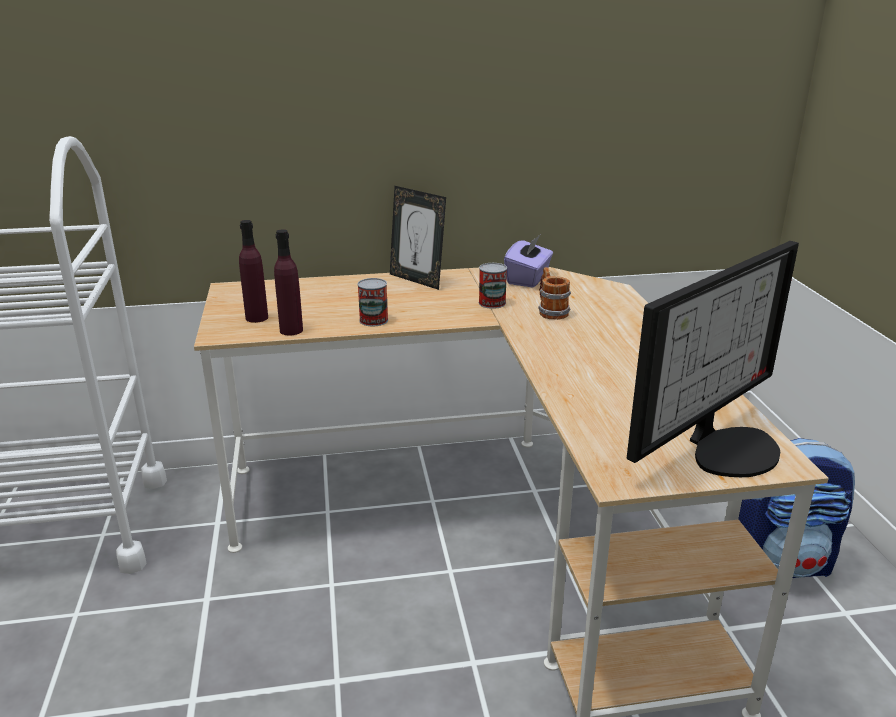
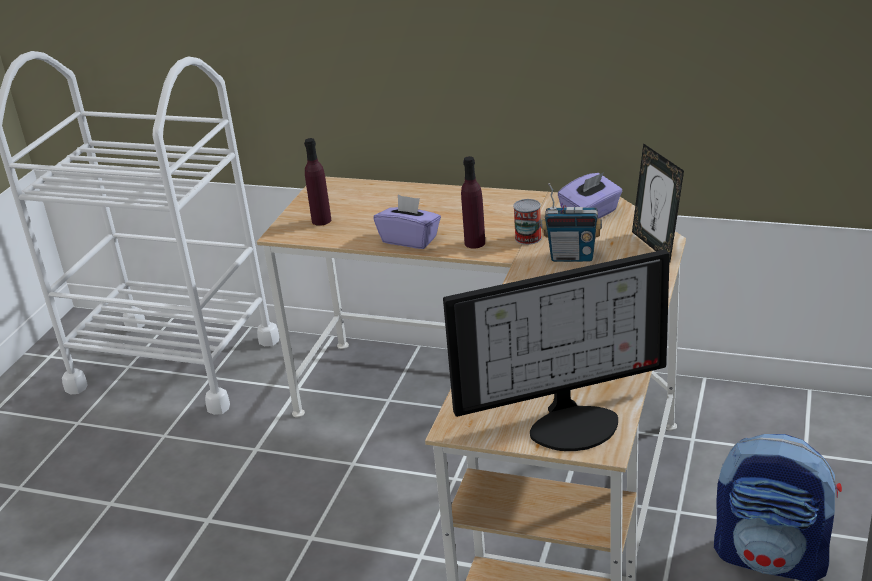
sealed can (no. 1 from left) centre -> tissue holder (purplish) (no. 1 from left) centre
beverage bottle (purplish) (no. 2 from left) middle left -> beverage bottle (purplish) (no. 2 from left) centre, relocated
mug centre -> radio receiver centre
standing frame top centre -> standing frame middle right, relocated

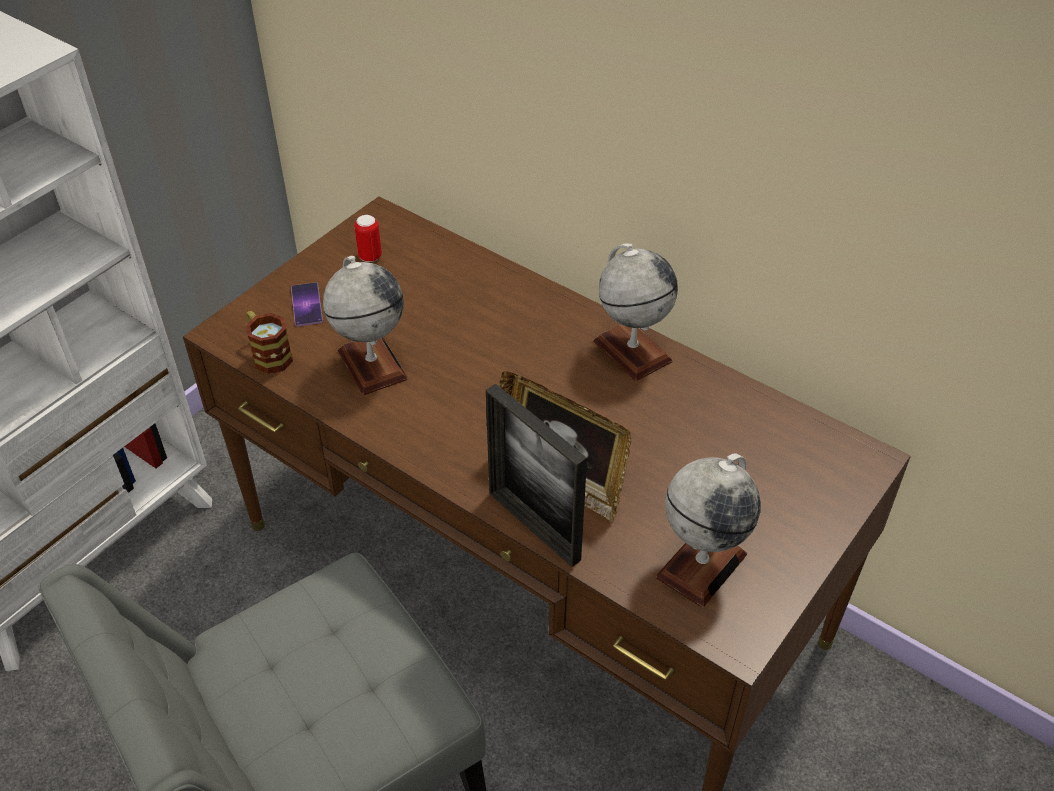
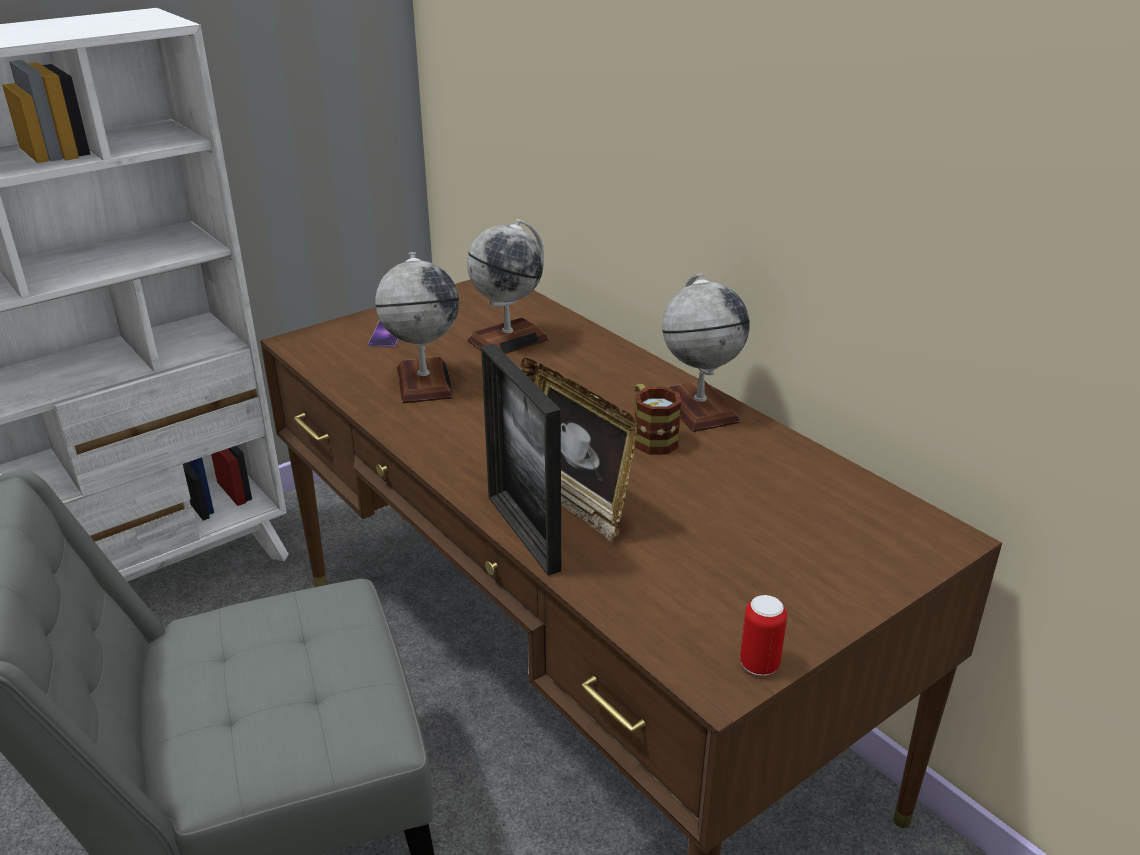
globe (no. 3 from left in the first image) bottom right -> globe (no. 2 from left) centre, relocated
mug middle left -> mug centre, relocated
sealed can top centre -> sealed can bottom right, relocated

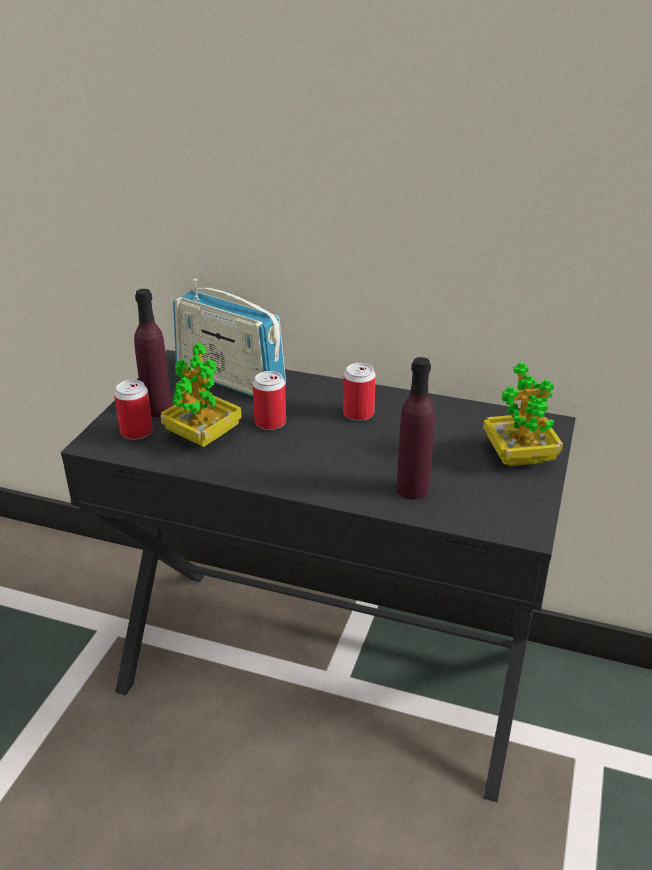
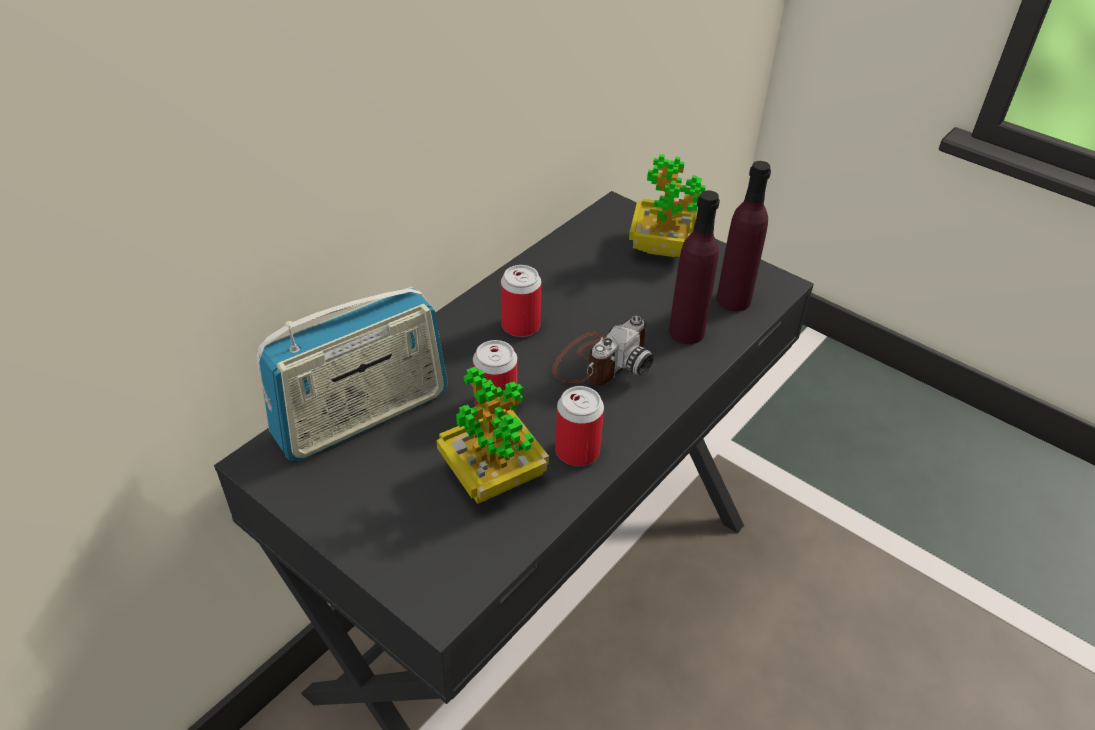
none -> still camera centre
sealed can (no. 1 from left in the first image) middle left -> sealed can (no. 3 from left) centre, relocated
beverage bottle (purplish) (no. 1 from left in the first image) middle left -> beverage bottle (purplish) (no. 2 from left) top right, relocated

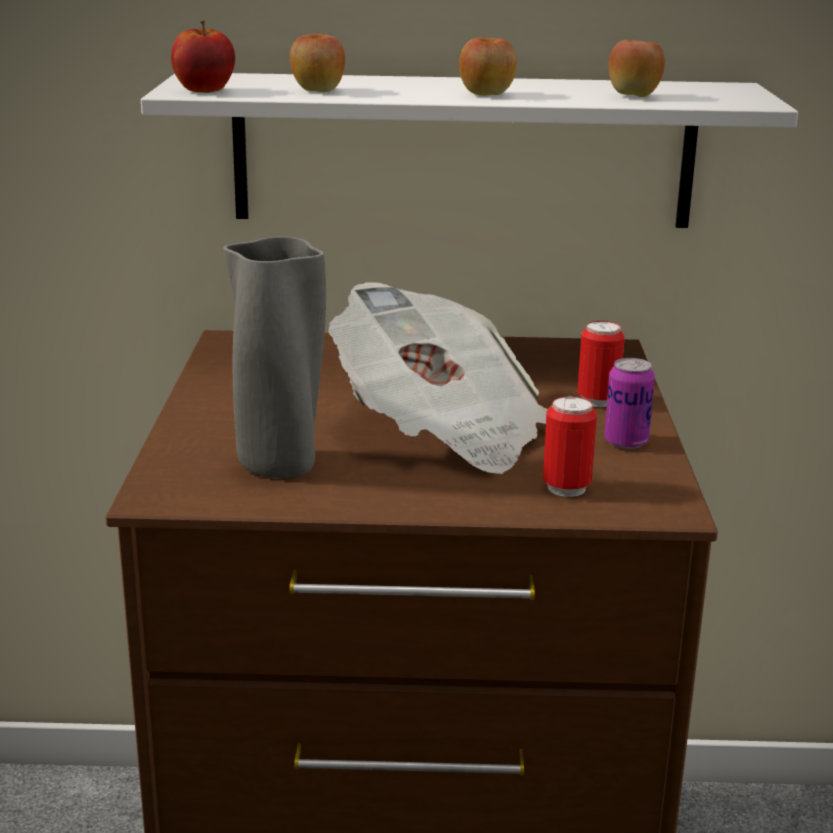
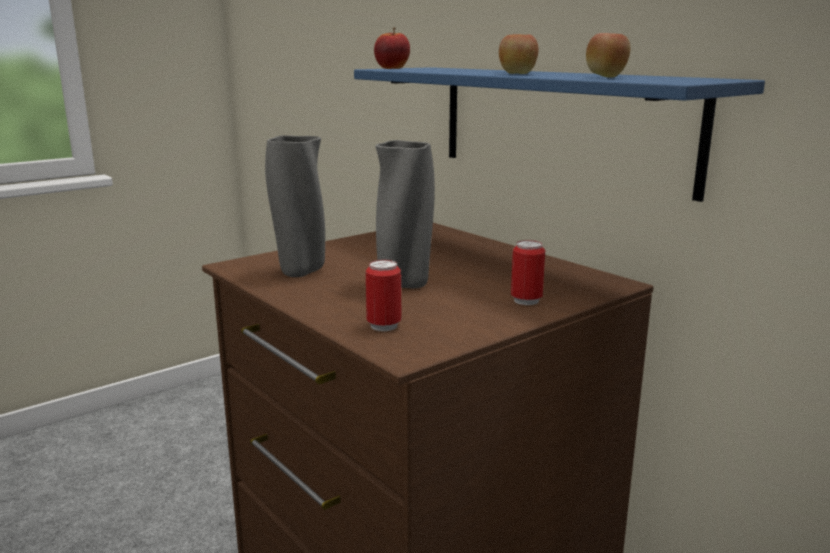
shelf (white-coloured) top centre -> shelf (bluish) top right
daily paper centre -> flower vase (gray) (no. 2 from left) centre
whole apple (no. 2 from left) top centre -> none
sealed can (no. 3 from left) middle right -> none

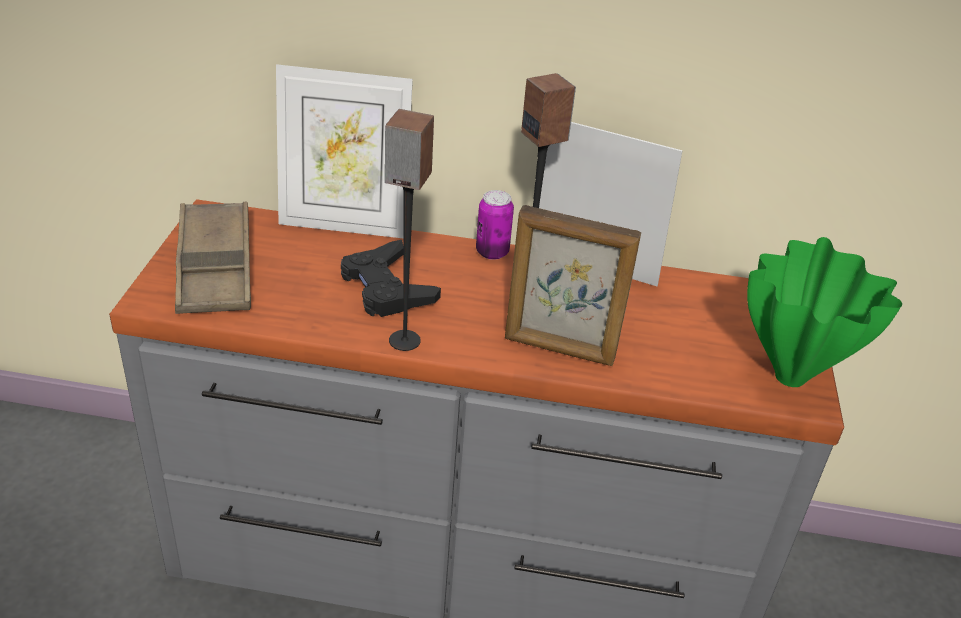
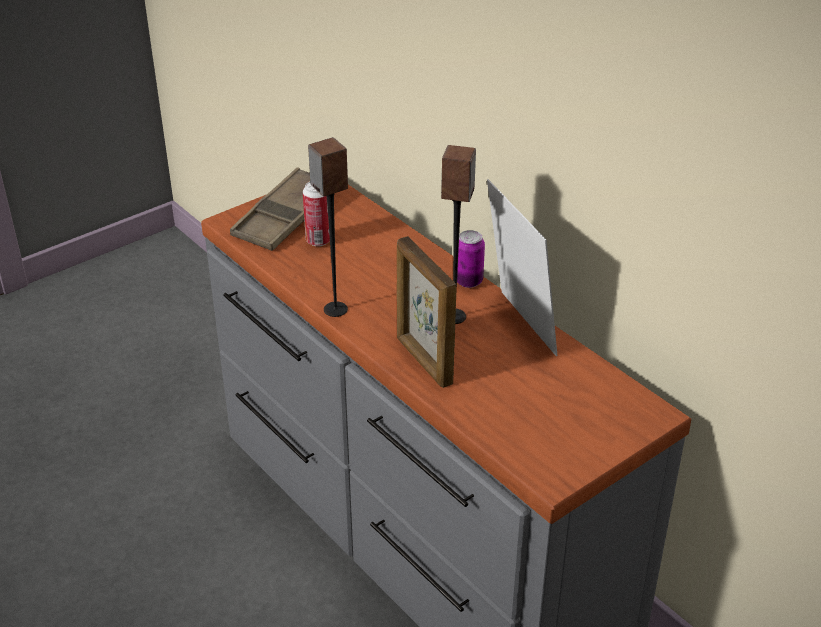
none -> sealed can (no. 1 from left) centre
standing frame (no. 1 from left) top centre -> none
gamepad (blackish) centre -> none
flower vase (greenish) middle right -> none

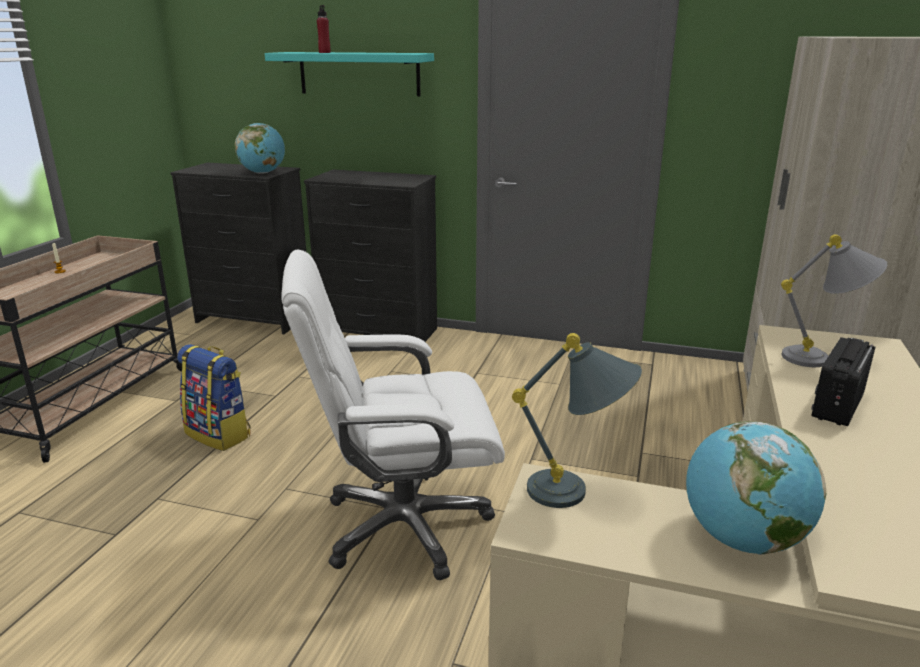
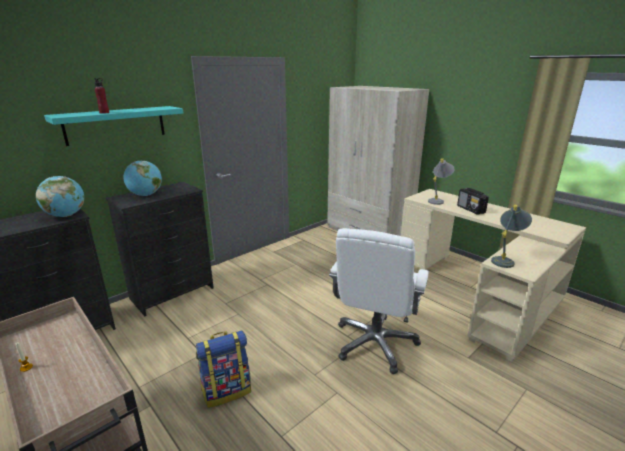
globe (no. 2 from left) bottom right -> globe (no. 2 from left) middle left, relocated

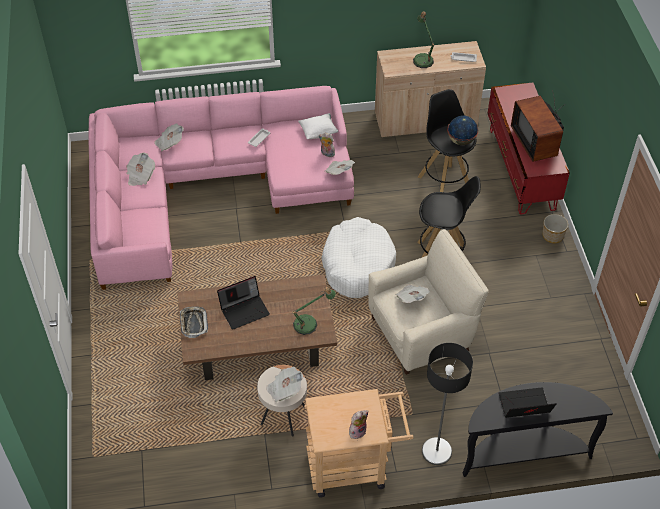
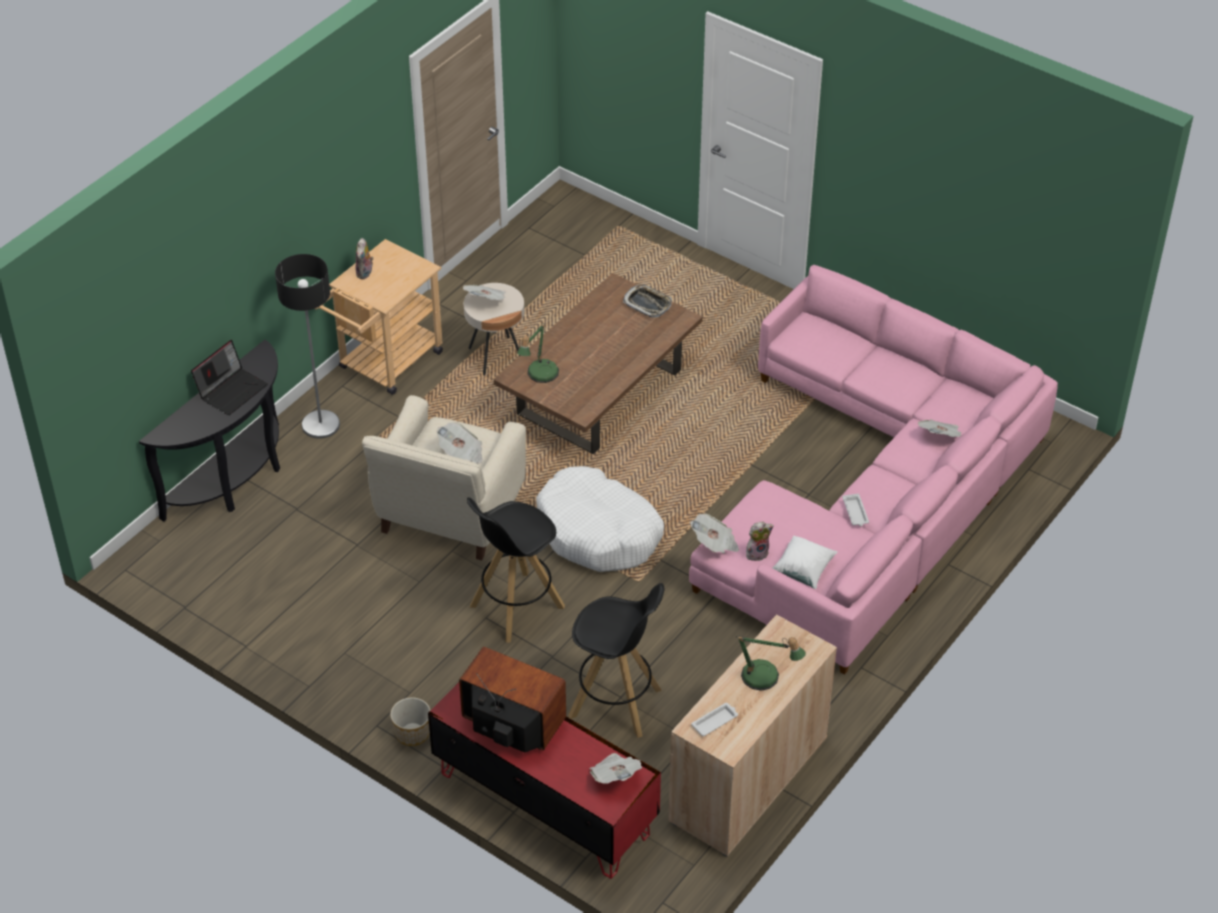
daily paper (no. 1 from left in the first image) top left -> daily paper (no. 3 from left) bottom centre, relocated
portable computer (no. 1 from left) centre -> none
globe top right -> none

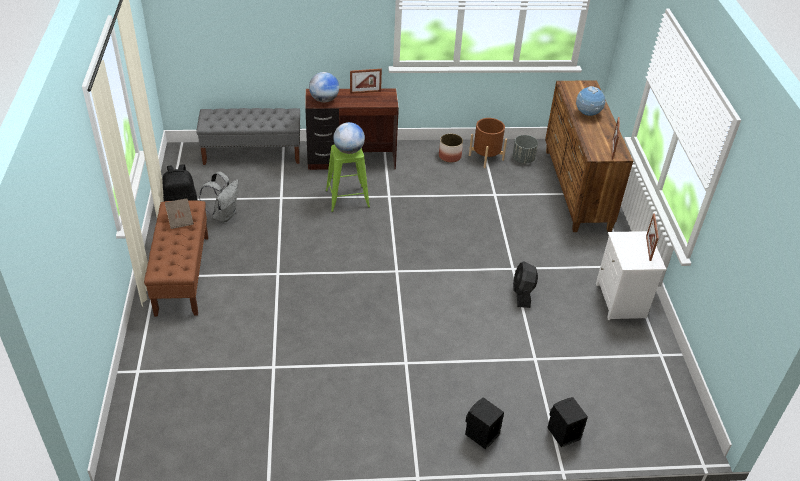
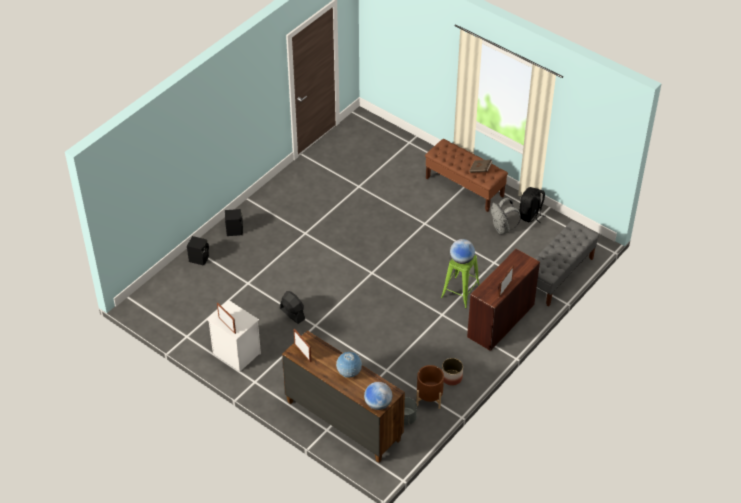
globe (no. 1 from left in the first image) top centre -> globe (no. 2 from left) bottom centre, relocated

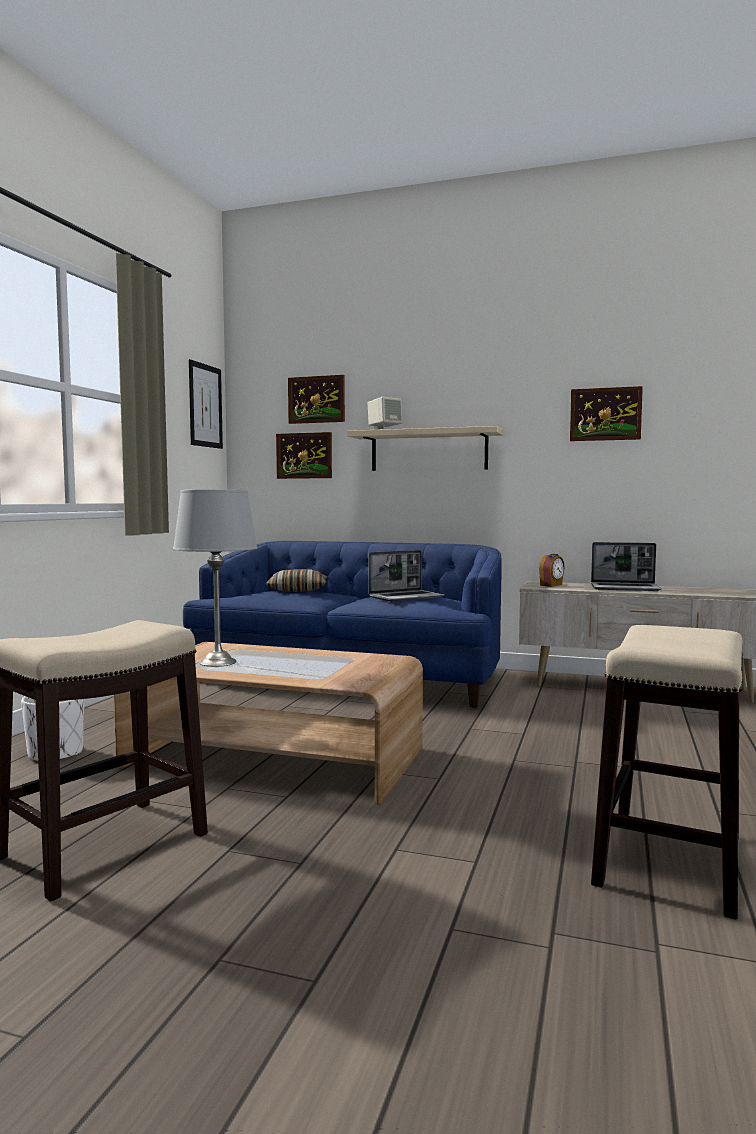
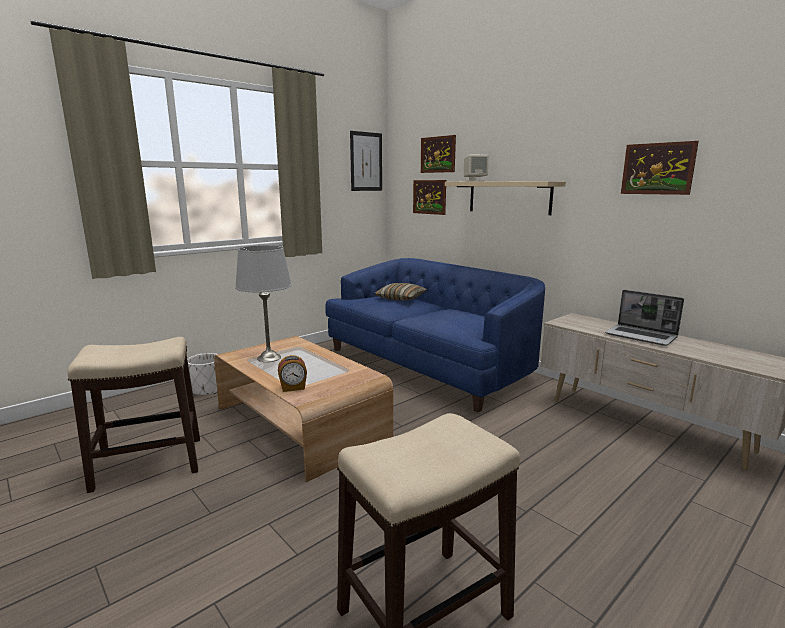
alarm clock middle right -> alarm clock centre, relocated
portable computer (no. 1 from left) centre -> none

